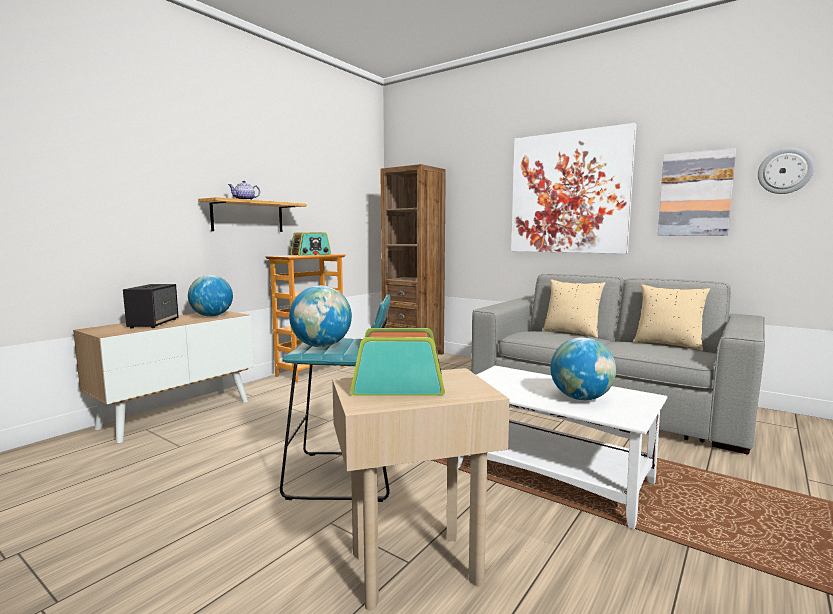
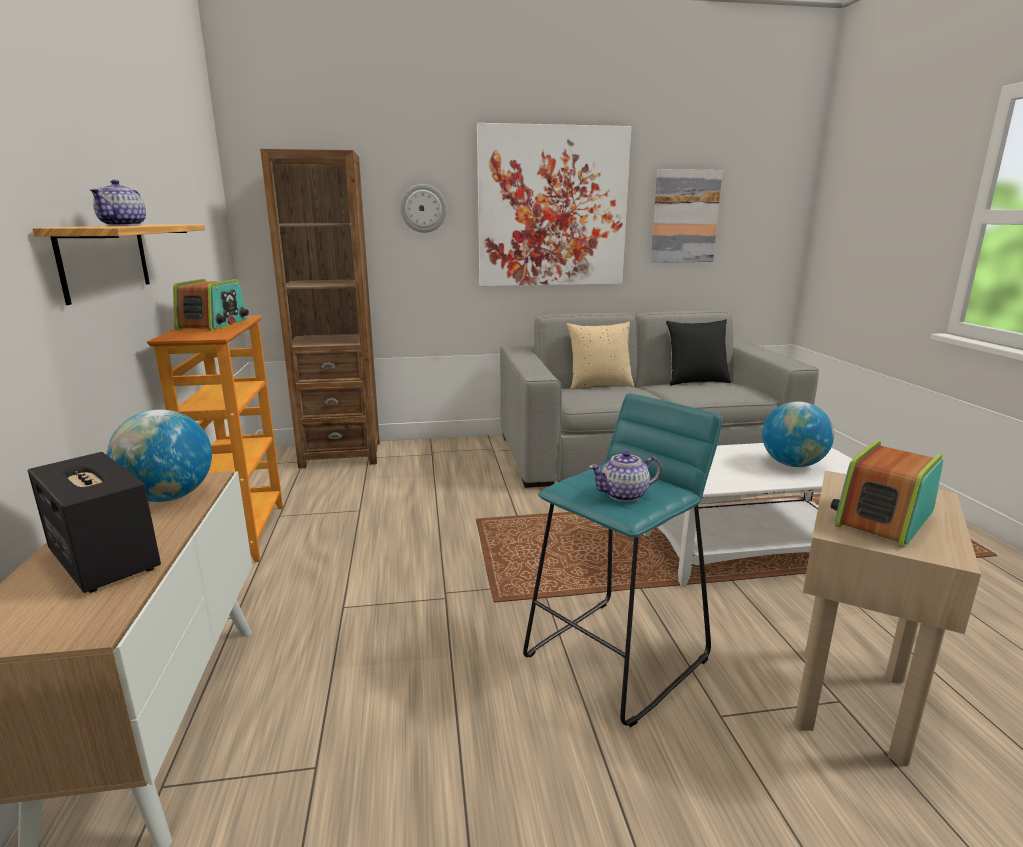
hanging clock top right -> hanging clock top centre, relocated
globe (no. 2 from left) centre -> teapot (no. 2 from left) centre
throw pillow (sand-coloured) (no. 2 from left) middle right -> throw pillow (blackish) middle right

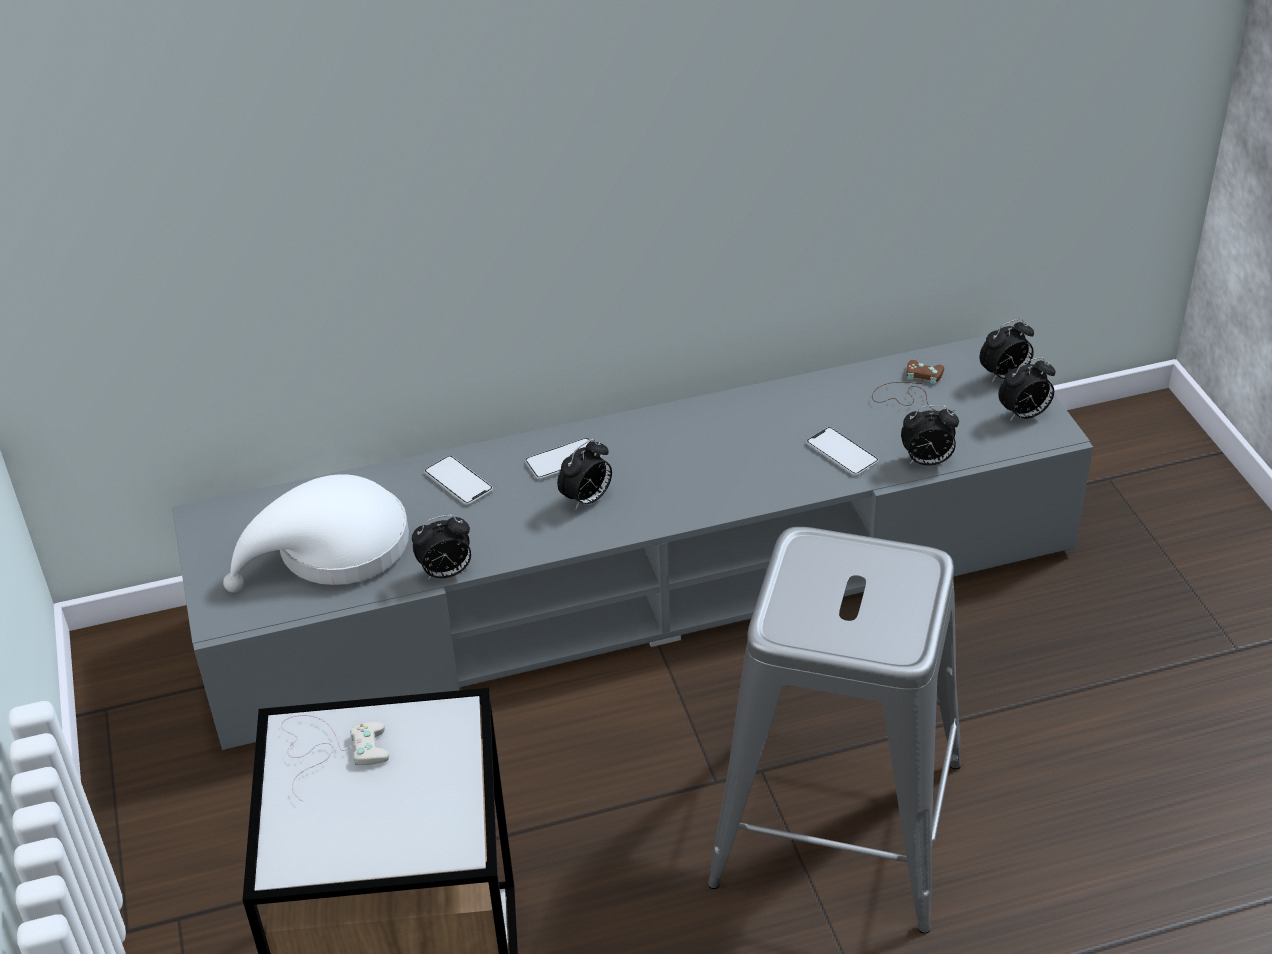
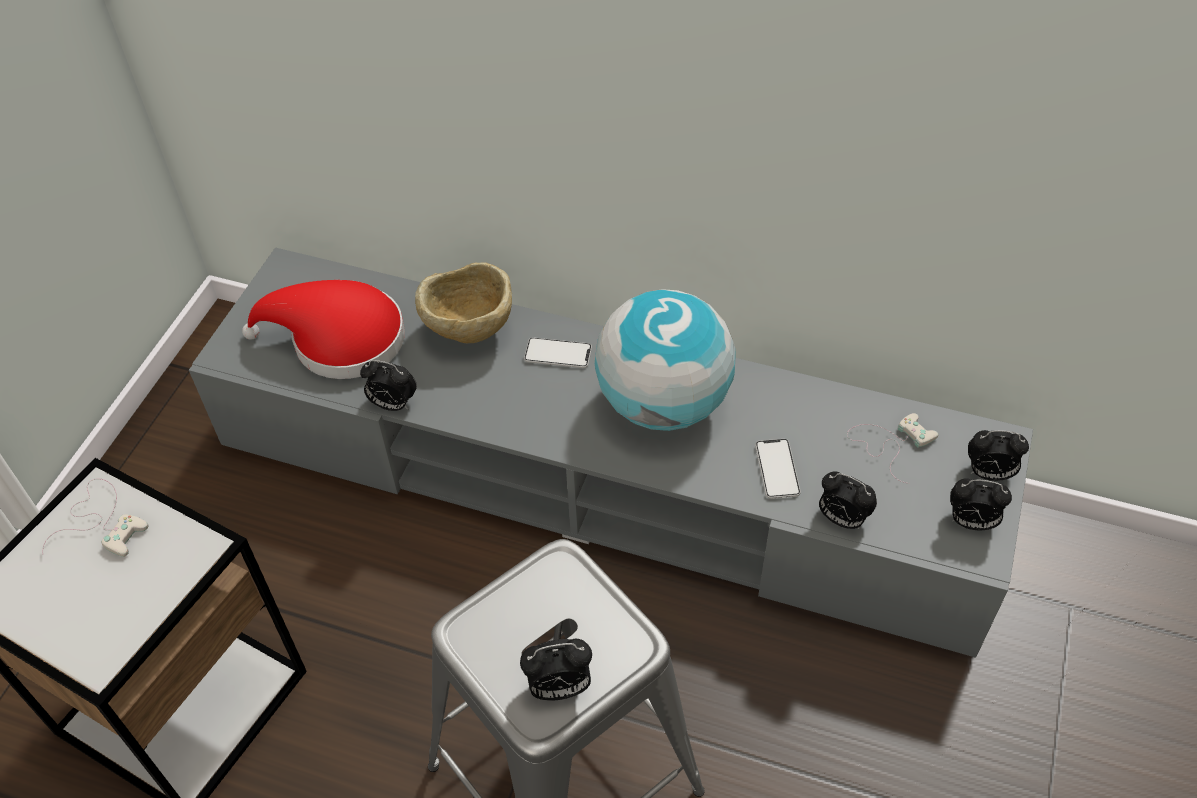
hat (white-coloured) middle left -> hat (red) middle left
phone (no. 1 from left) centre -> bowl (sand-coloured) centre
alarm clock (no. 2 from left) centre -> alarm clock (no. 2 from left) bottom centre, relocated
none -> globe centre
gamepad (brown-coloured) middle right -> gamepad (white-coloured) (no. 2 from left) middle right

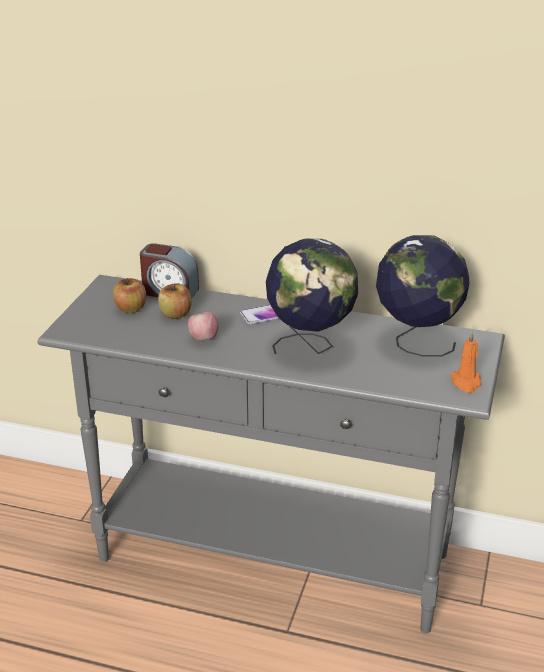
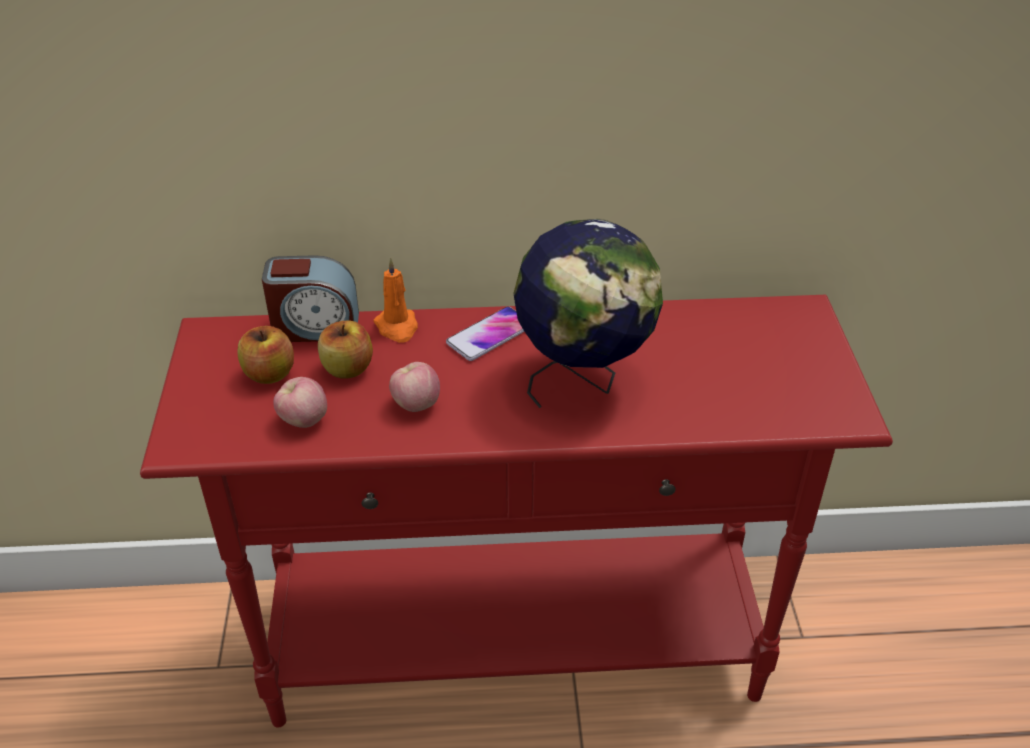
narrow table (gray) bottom centre -> narrow table (red) bottom centre
none -> whole apple (no. 2 from left) middle left
wax light (orangey) middle right -> wax light (orangey) centre, relocated
globe (no. 2 from left) middle right -> none

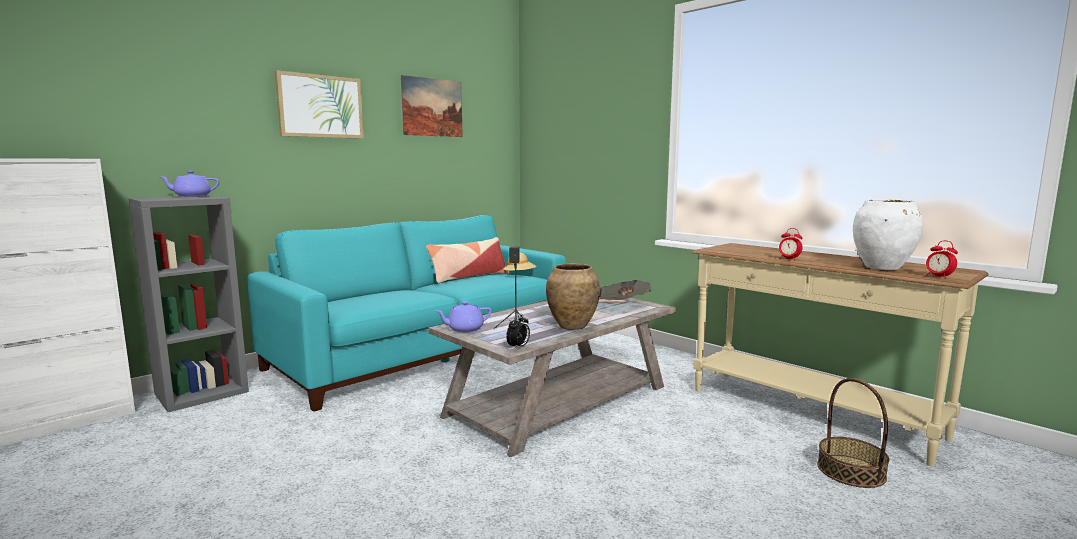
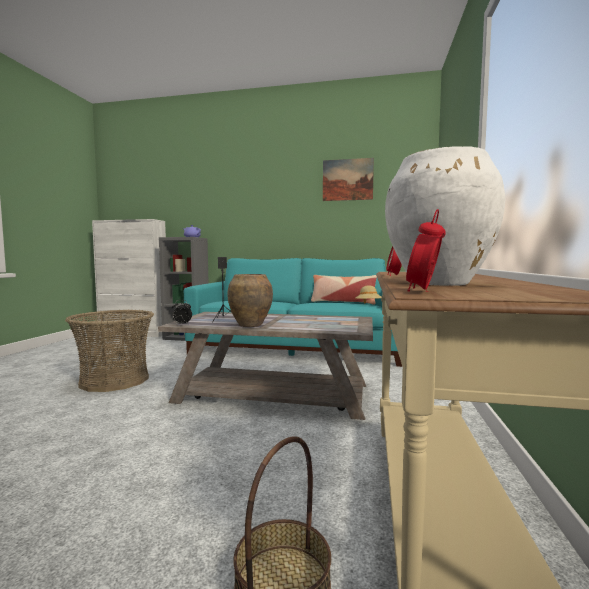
none -> household basket (no. 1 from left) middle left
wall picture (no. 1 from left) top left -> none
teapot (purplish) (no. 2 from left) centre -> none
daily paper centre -> none

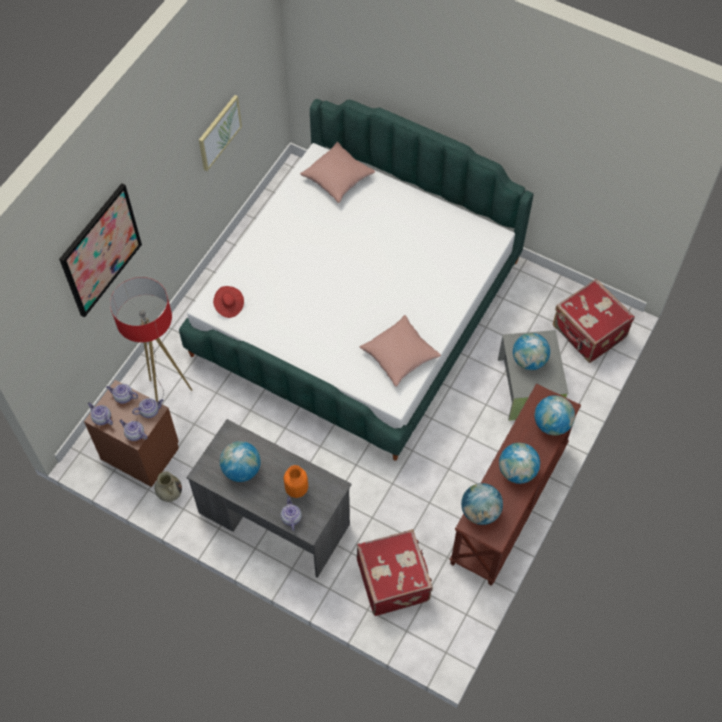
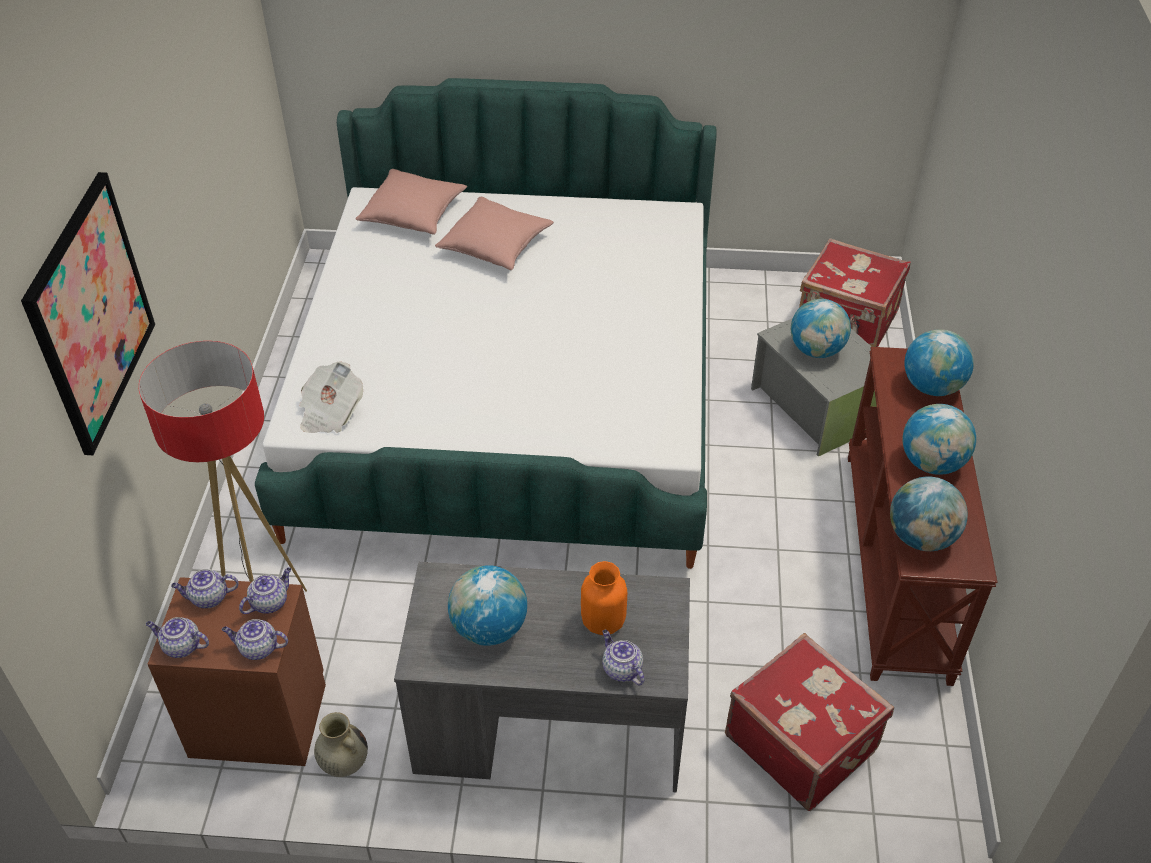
hat (red) middle left -> daily paper middle left
throw pillow (pinkish) (no. 2 from left) centre -> throw pillow (pinkish) (no. 2 from left) top centre, relocated
wall picture (no. 2 from left) top left -> none

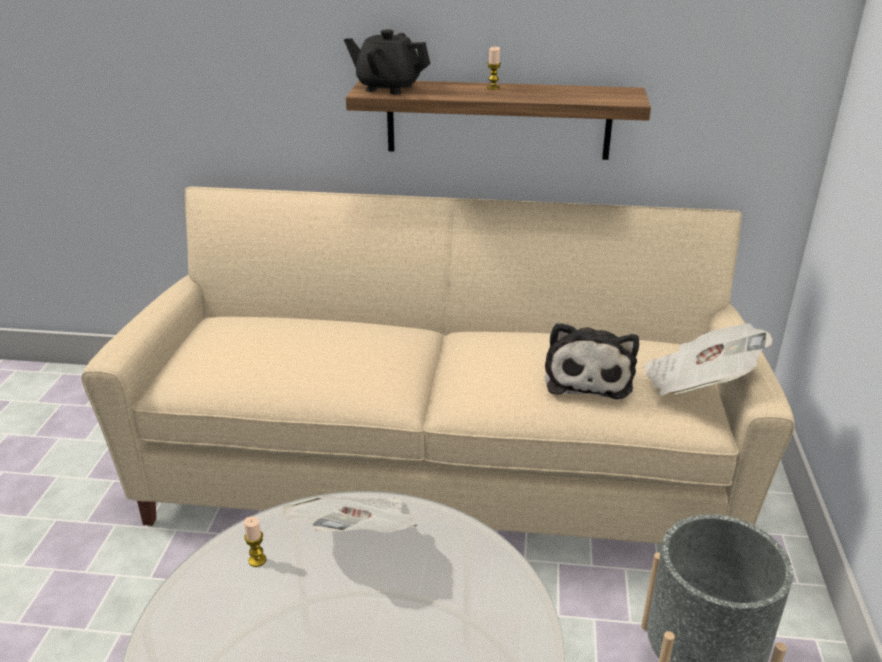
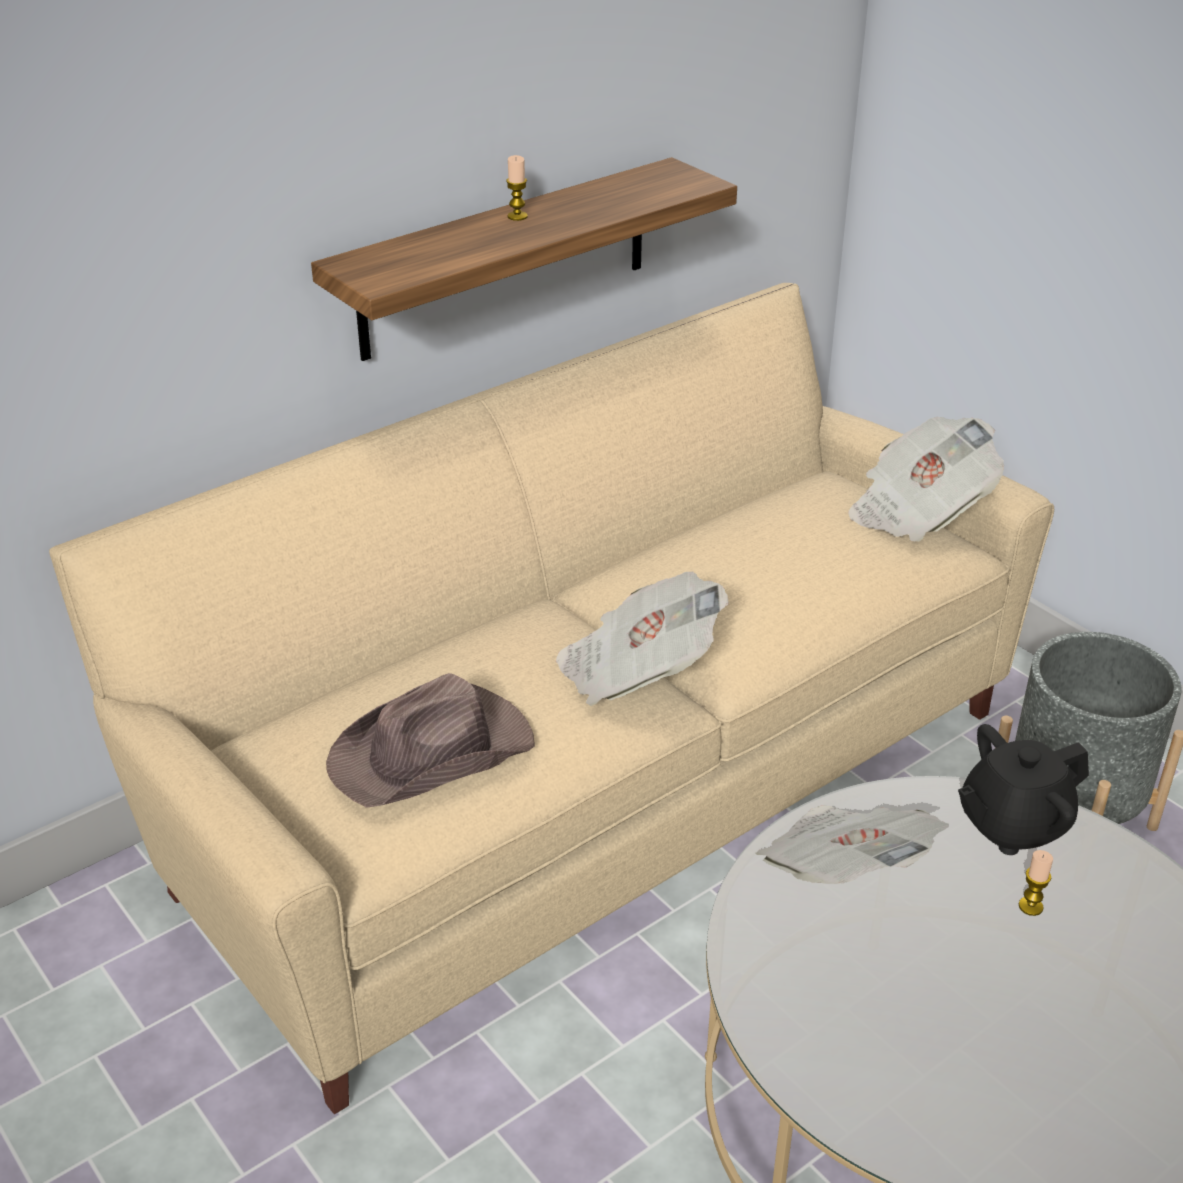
none -> hat (brown-coloured) centre
none -> daily paper (no. 1 from left) centre
teapot (blackish) top centre -> teapot (blackish) bottom right, relocated
wax light (no. 1 from left in the first image) bottom left -> wax light (no. 2 from left) bottom right, relocated
plush toy middle right -> none

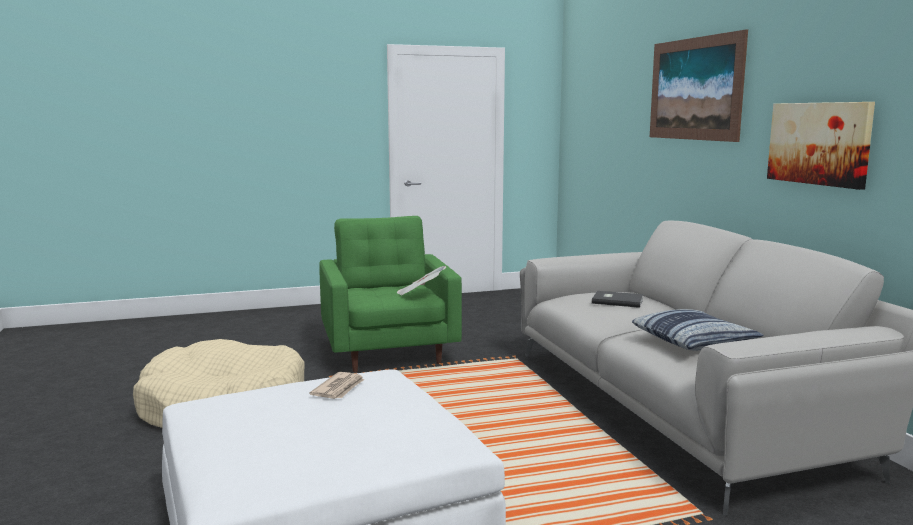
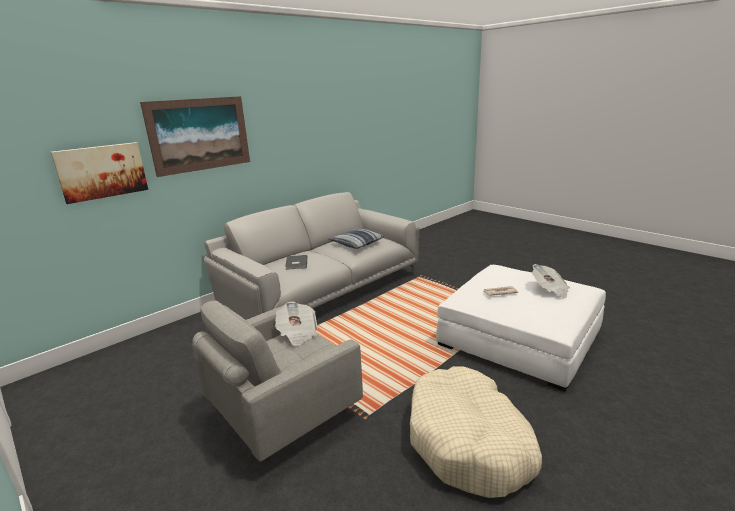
wall picture (no. 2 from left in the first image) top right -> wall picture (no. 1 from left) middle left, relocated
lounge chair (greenish) centre -> lounge chair (gray) bottom centre
none -> daily paper (no. 3 from left) middle right

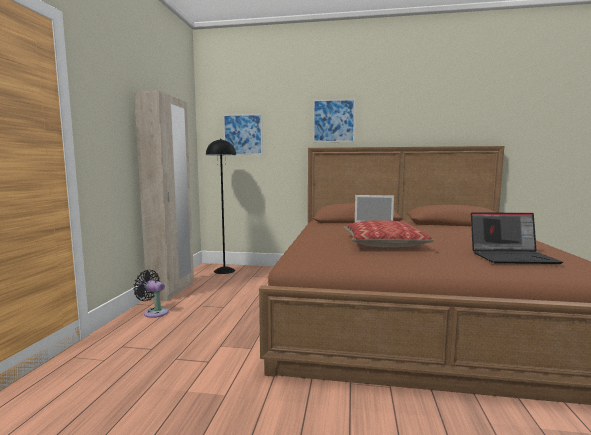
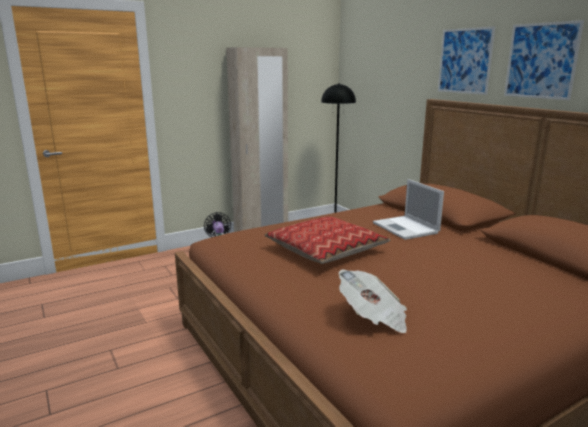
portable computer (no. 2 from left) middle right -> daily paper bottom centre
wall picture (no. 1 from left in the first image) top centre -> wall picture (no. 2 from left) top right, relocated

